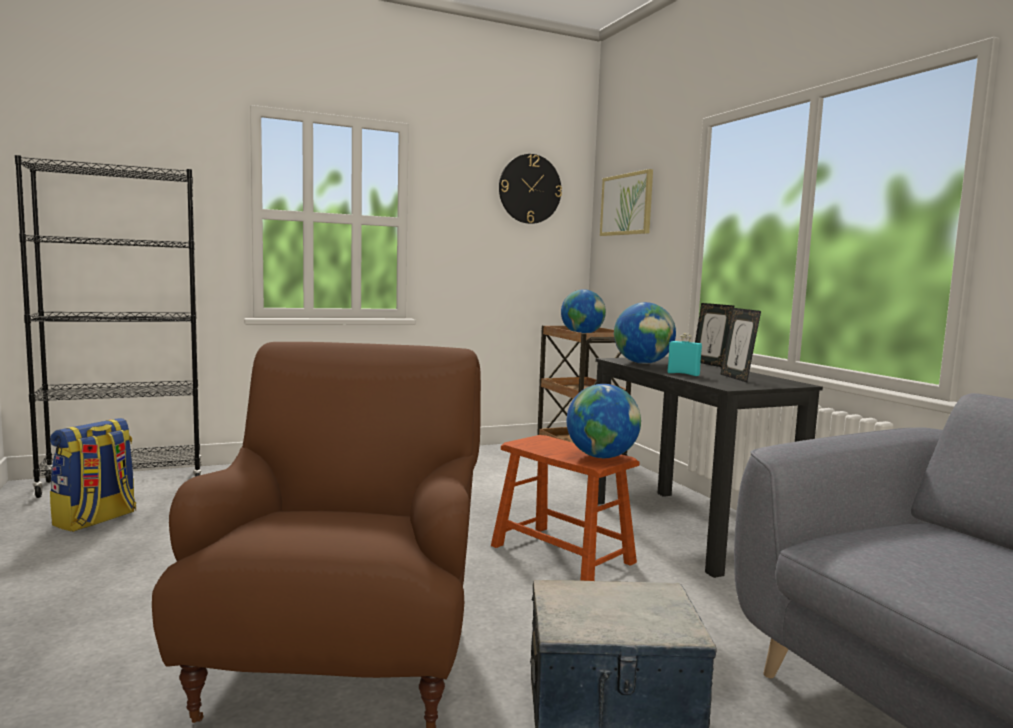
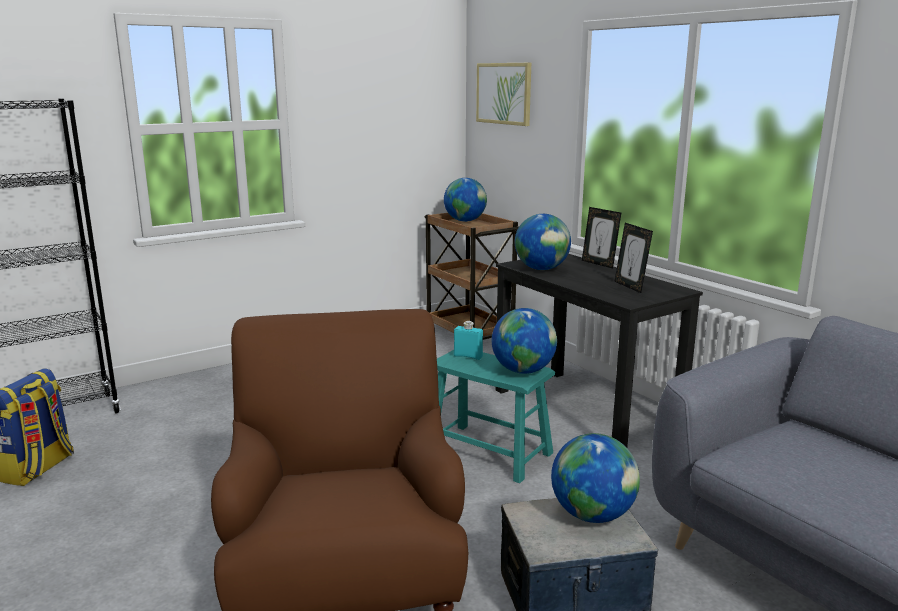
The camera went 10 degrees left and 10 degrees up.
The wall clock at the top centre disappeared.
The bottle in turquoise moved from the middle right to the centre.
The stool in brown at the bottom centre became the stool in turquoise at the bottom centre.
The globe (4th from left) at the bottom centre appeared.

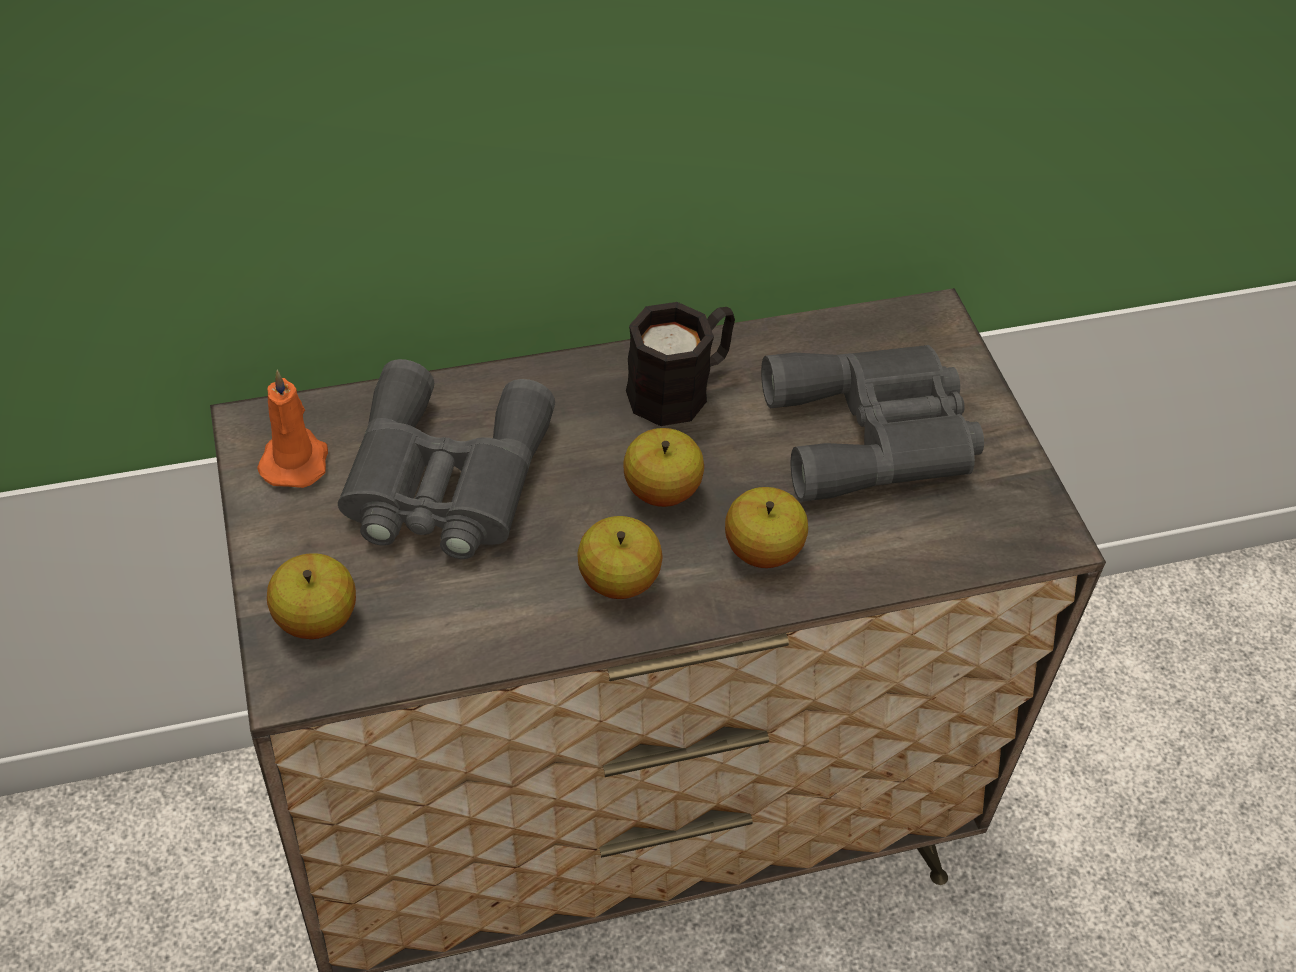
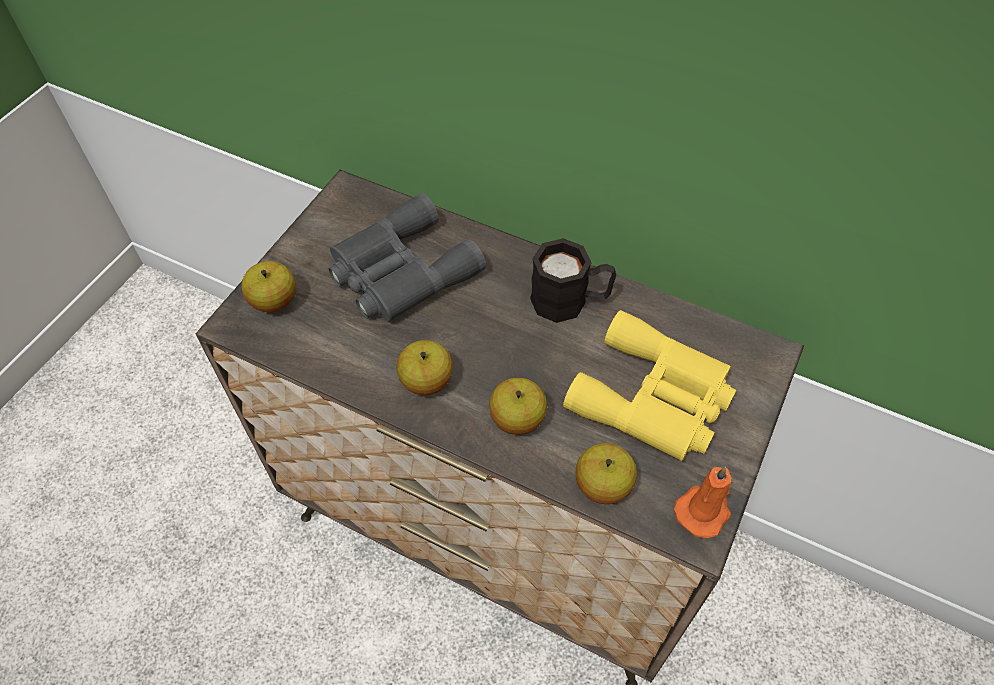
The camera went 45 degrees right and 5 degrees up.
The binoculars in grey (2nd from left) at the middle right became the binoculars in yellow at the centre.
The candle in orange moved from the middle left to the bottom right.
The apple (3rd from left in the first image) moved from the centre to the bottom centre.

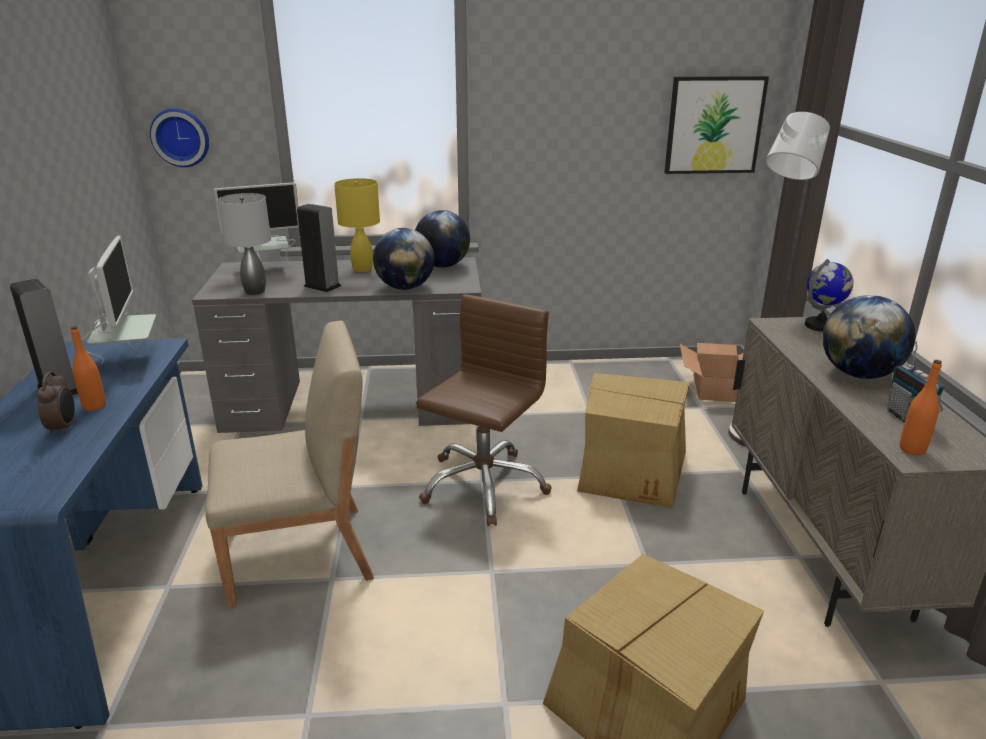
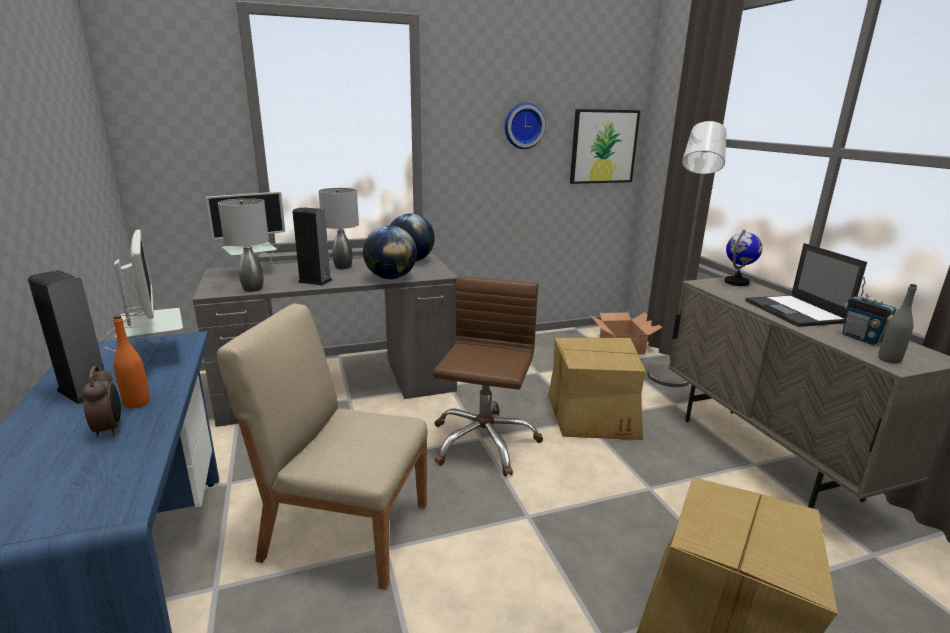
The camera went 15 degrees left and 5 degrees down.
The wall clock moved from the top left to the top centre.
The table lamp in yellow at the top centre became the table lamp in grey (2nd from left) at the centre.
The globe (4th from left) at the middle right was replaced by the laptop at the middle right.
The chair in beige at the middle left turned 135 degrees counterclockwise.
The bottle in orange (2nd from left) at the middle right became the bottle in grey at the middle right.

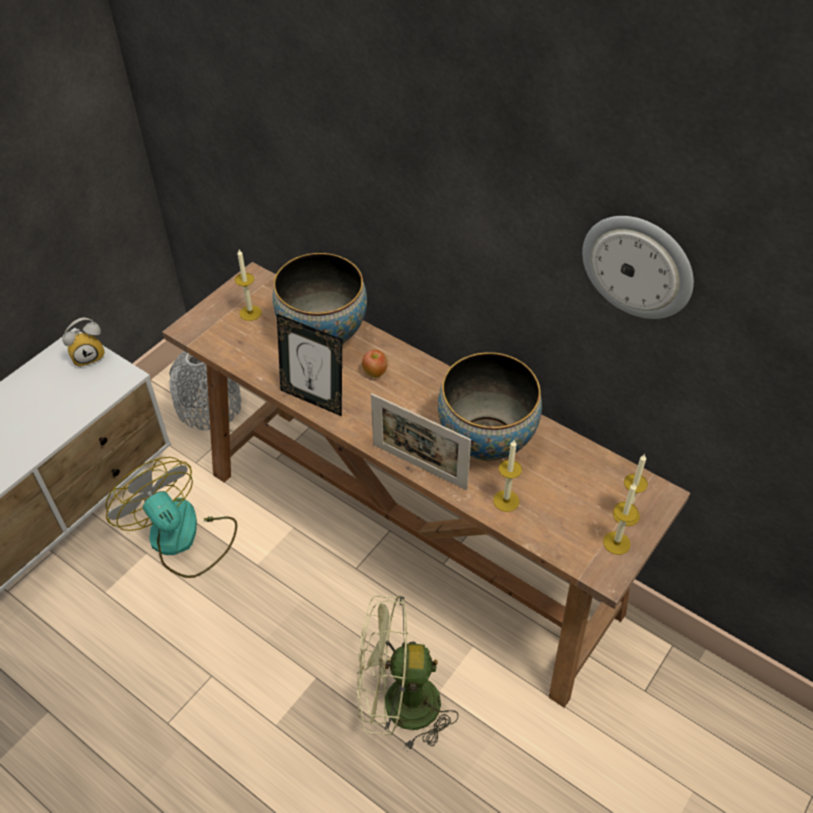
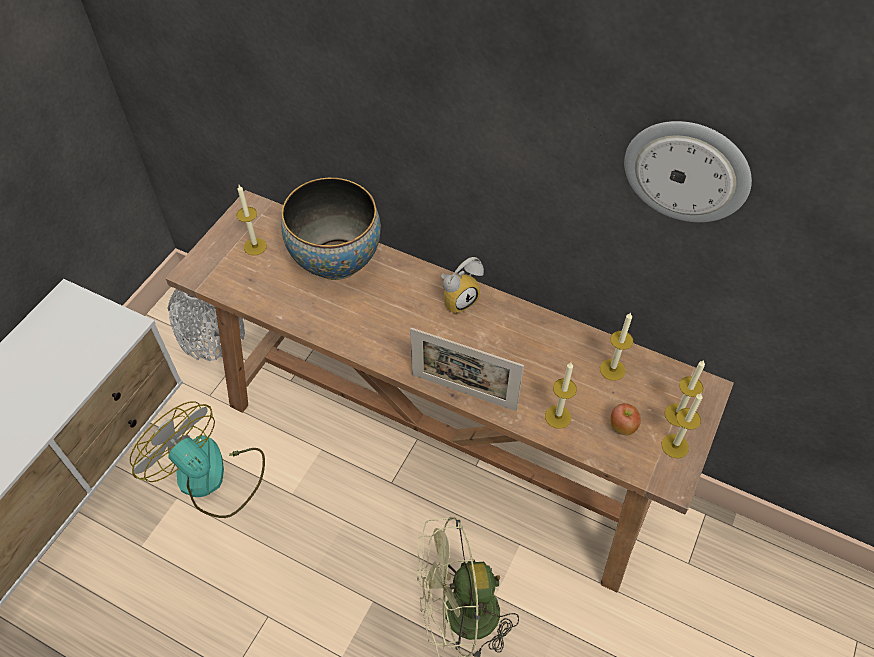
The camera went 10 degrees left and 5 degrees up.
The picture frame (1st from left) at the centre disappeared.
The alarm clock moved from the middle left to the centre.
The apple moved from the centre to the middle right.
The bowl (2nd from left) at the centre disappeared.
The candle (3rd from left) at the middle right appeared.

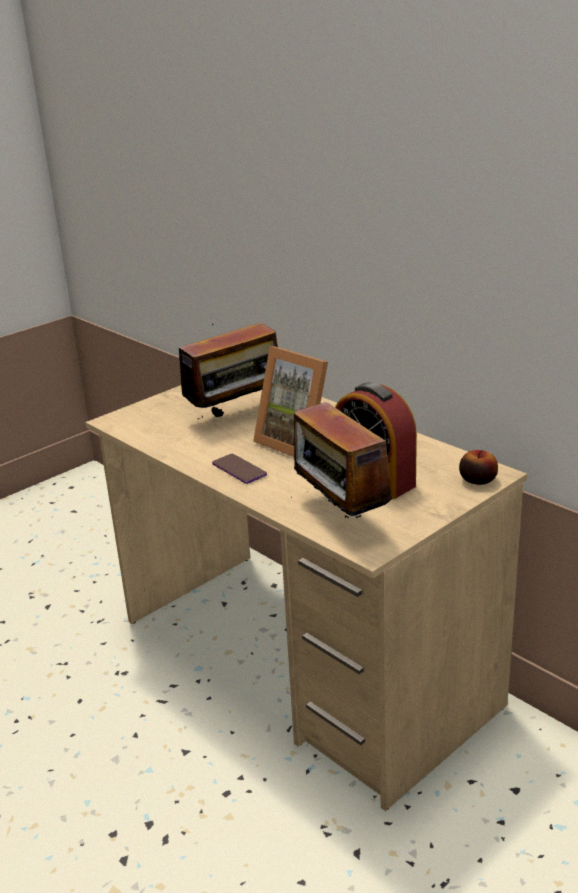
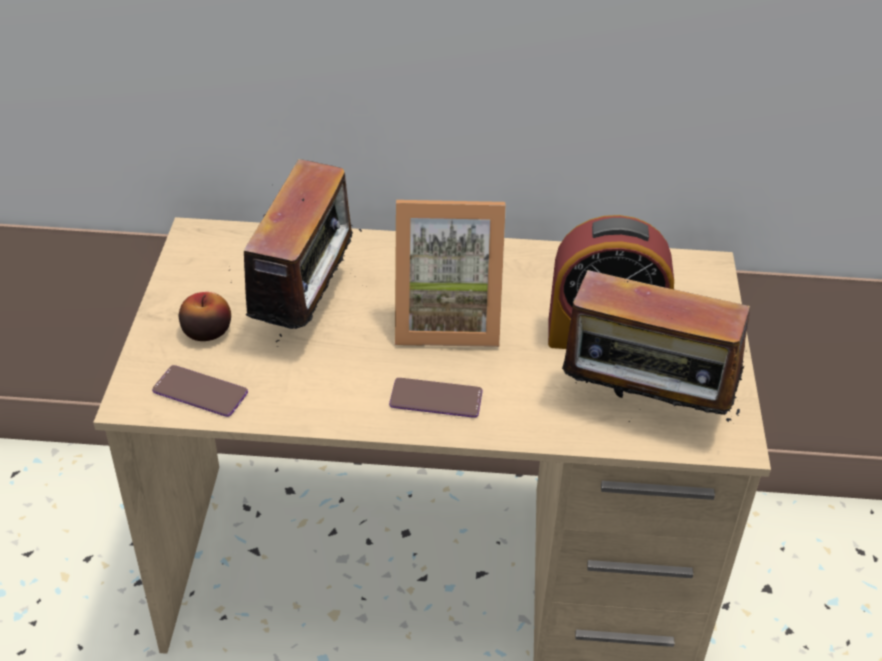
The camera went 45 degrees left and 15 degrees up.
The apple moved from the middle right to the middle left.
The phone (1st from left) at the middle left appeared.

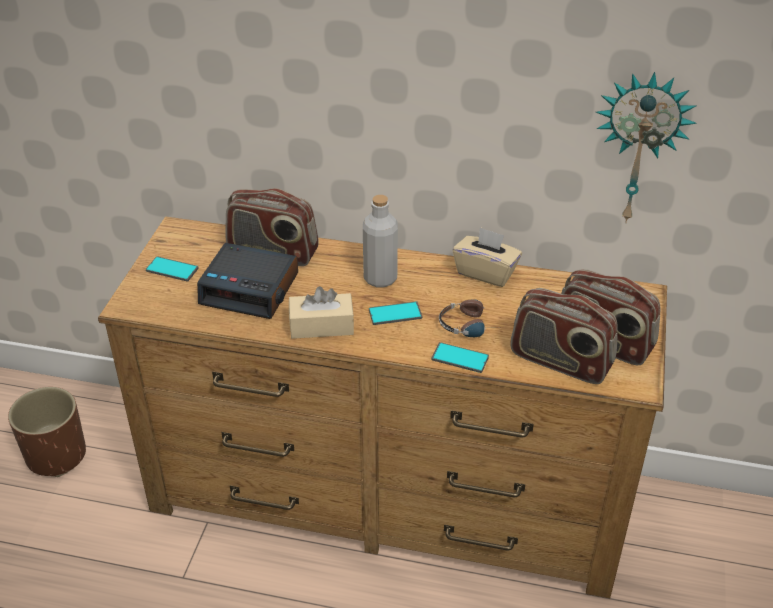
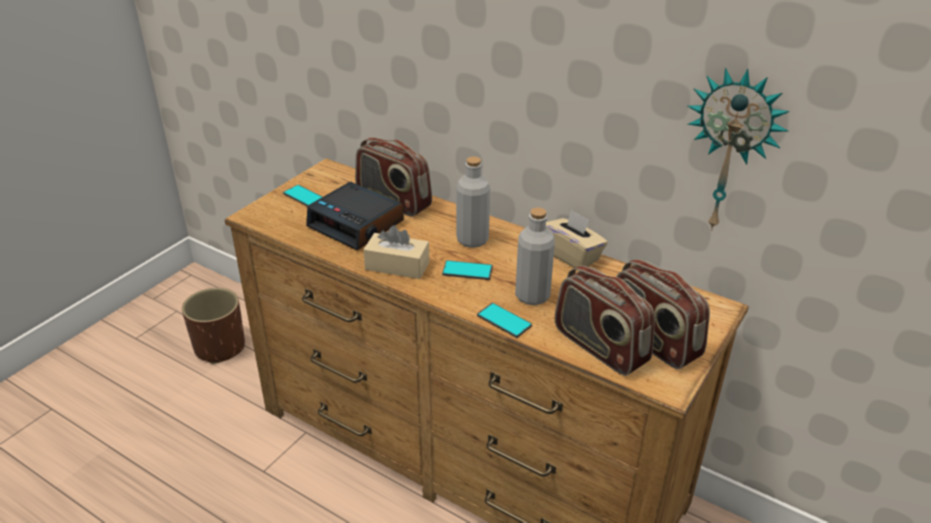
The camera went 20 degrees right and 5 degrees down.
The headphones at the centre was replaced by the bottle in grey (2nd from left) at the centre.

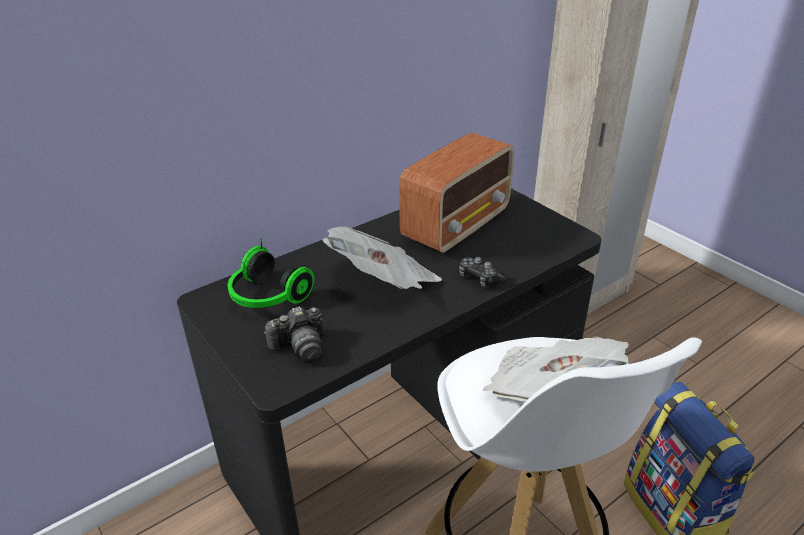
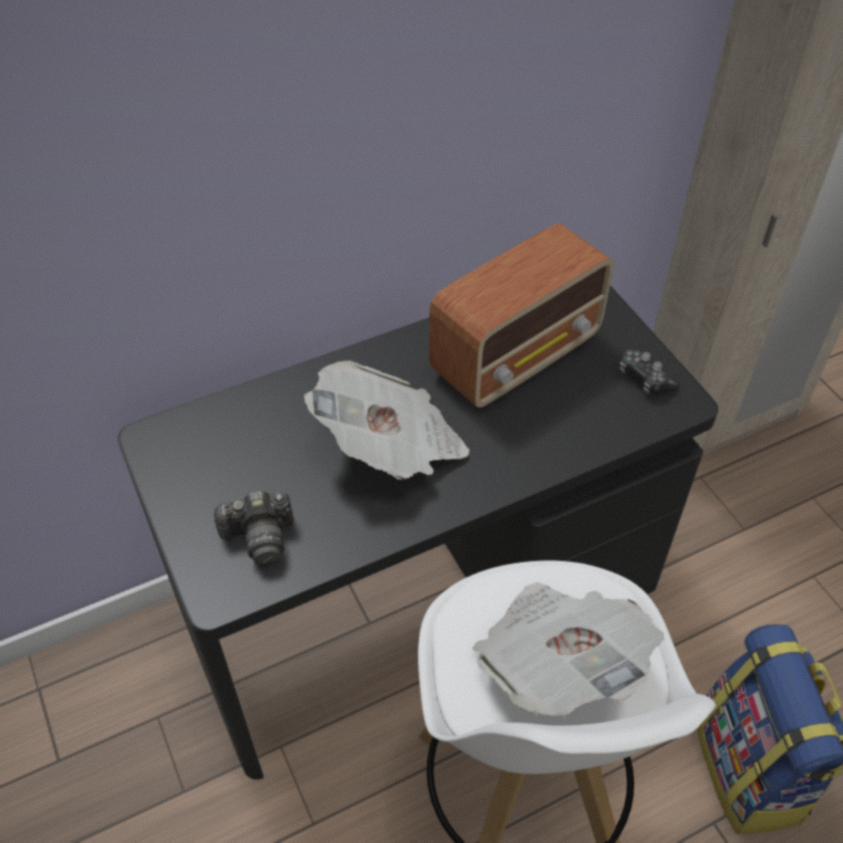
The camera went 10 degrees right and 15 degrees up.
The headphones at the centre disappeared.
The game controller moved from the centre to the middle right.

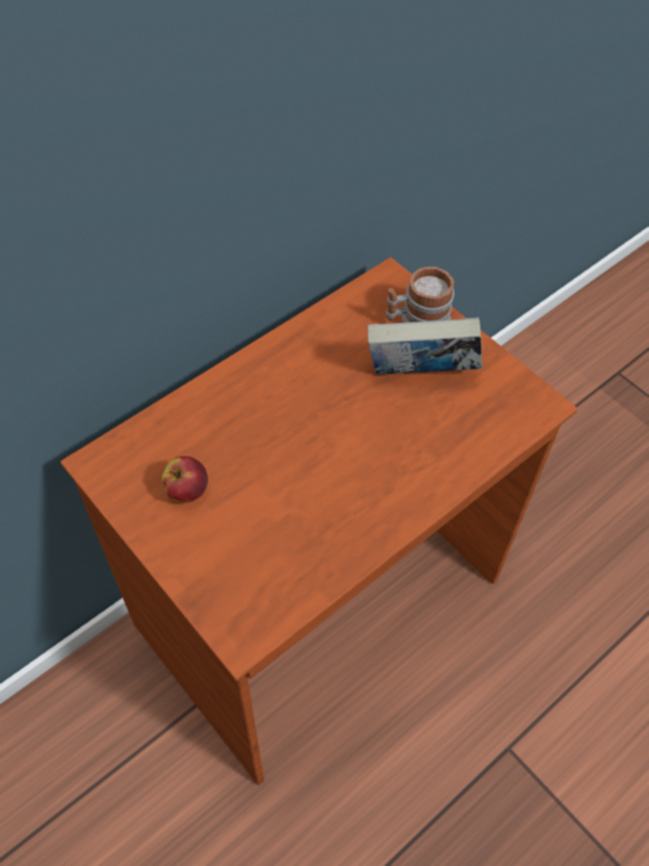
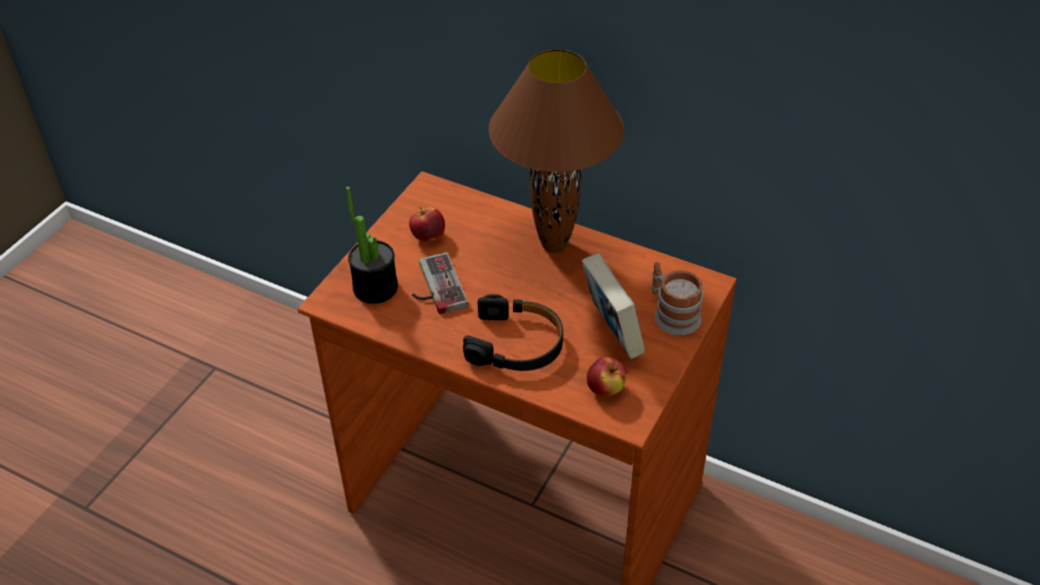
The camera went 70 degrees right and 10 degrees down.
The table lamp in brown at the top centre appeared.
The potted plant at the centre appeared.
The game controller at the centre appeared.
The headphones in black at the centre appeared.
The apple (2nd from left) at the centre appeared.

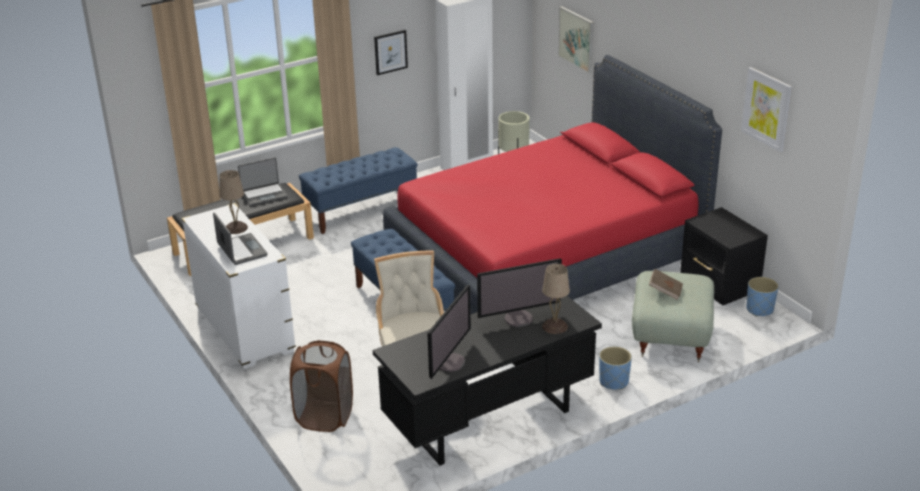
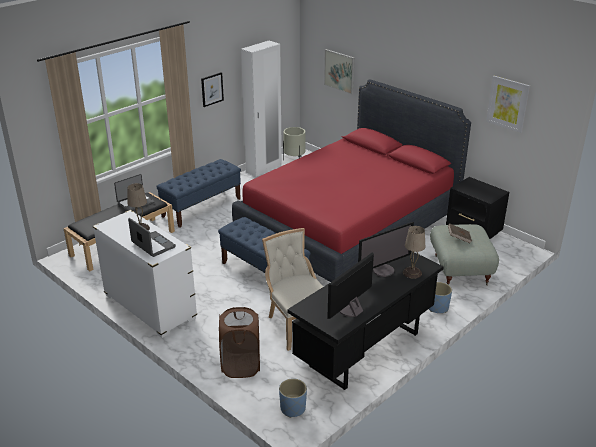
The camera went 15 degrees left and 0 degrees up.
The planter in blue (2nd from left in the first image) moved from the middle right to the bottom centre.
The monitor (1st from left) at the bottom centre turned 150 degrees counterclockwise.

